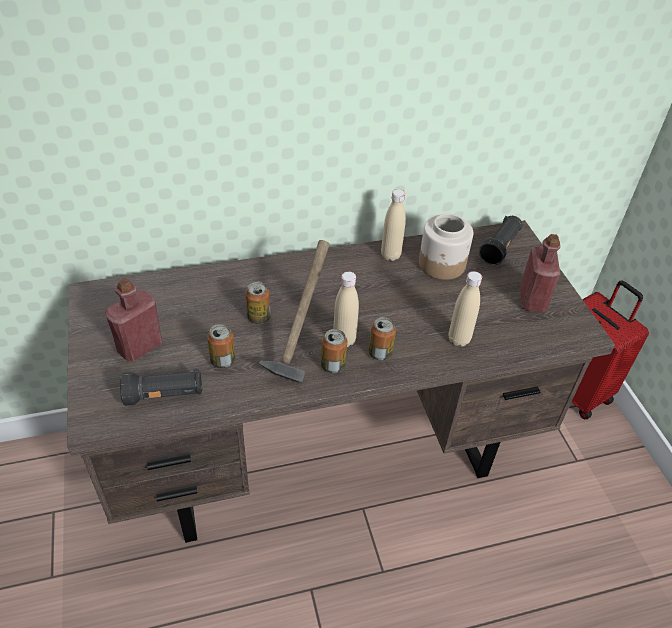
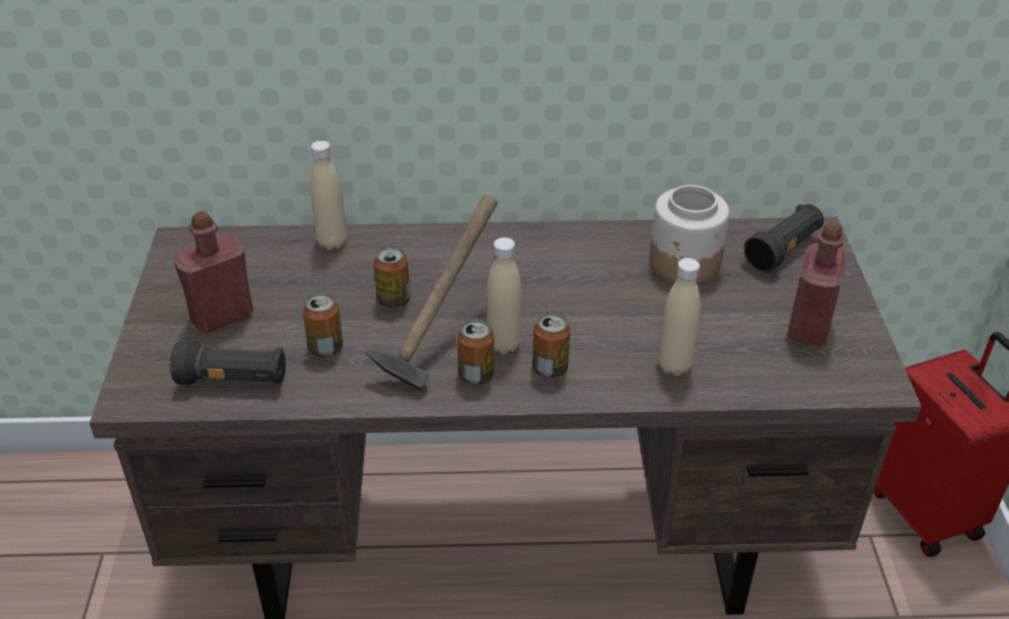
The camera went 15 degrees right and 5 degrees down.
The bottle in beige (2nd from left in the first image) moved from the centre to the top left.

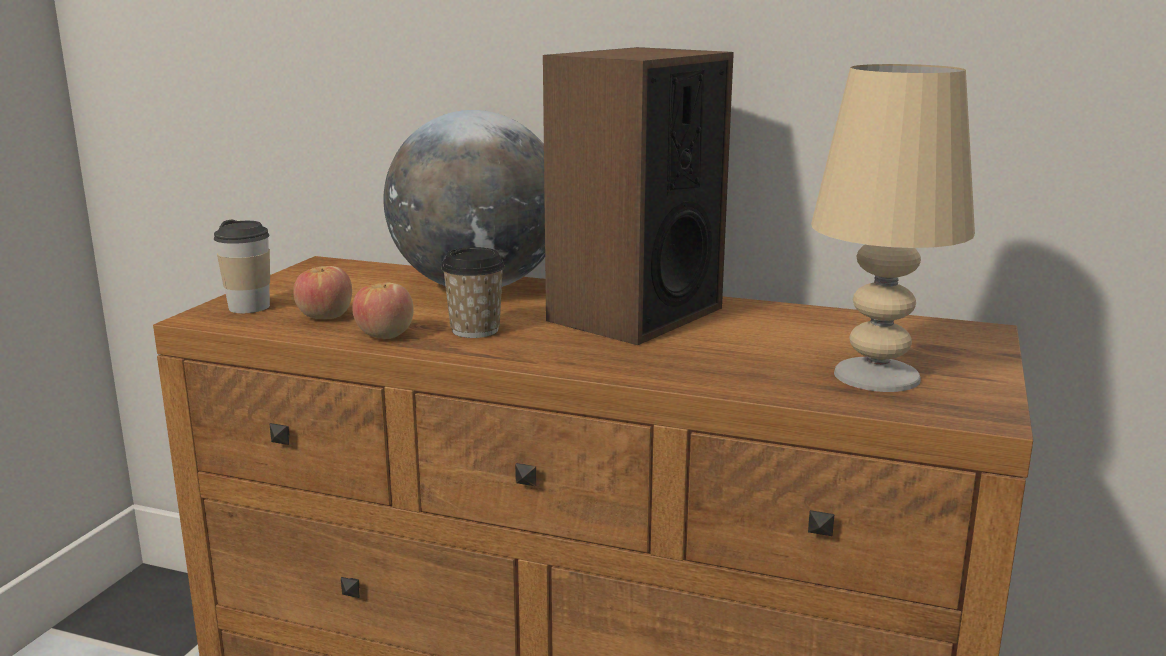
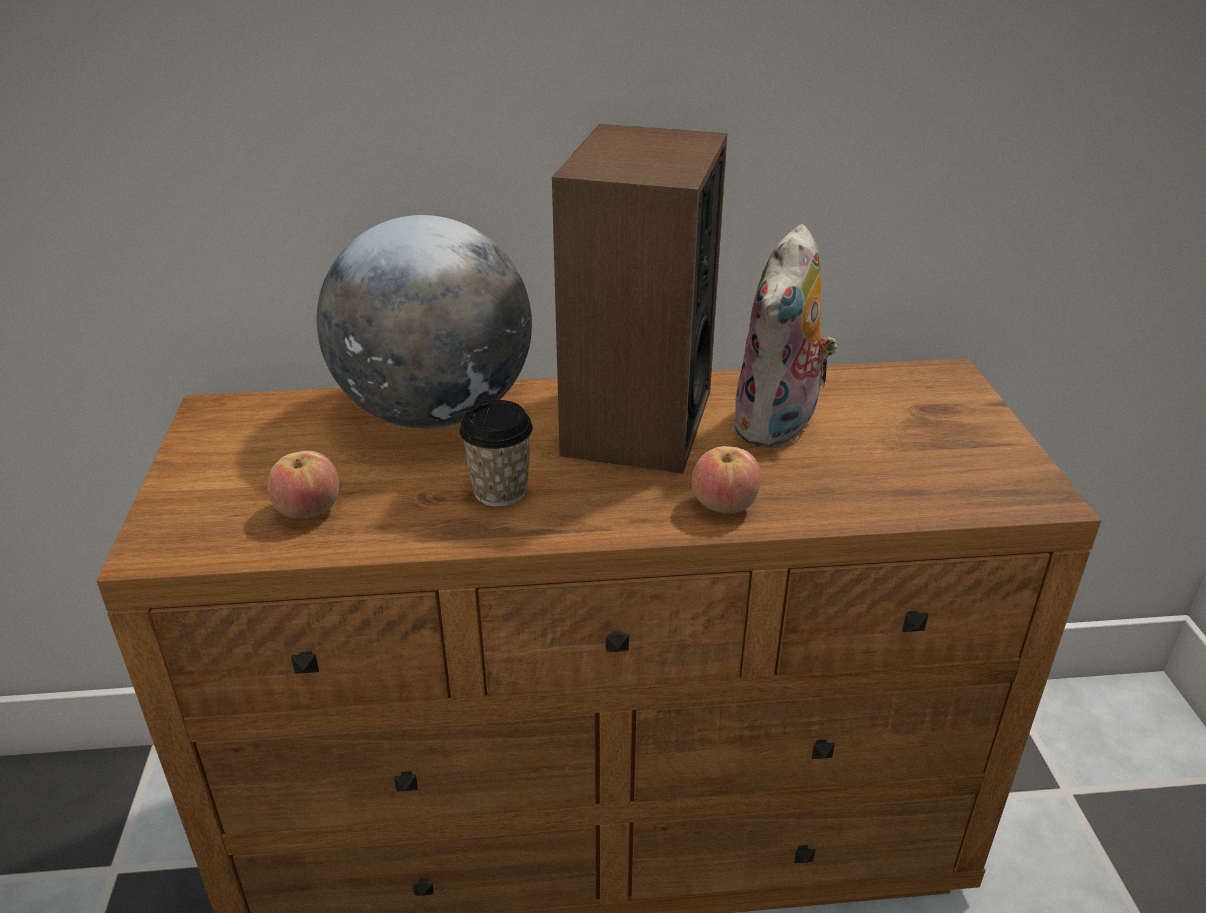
The camera went 25 degrees left and 15 degrees up.
The table lamp in beige at the middle right disappeared.
The cup (1st from left) at the middle left disappeared.
The apple (2nd from left) moved from the middle left to the centre.
The plush toy at the centre appeared.

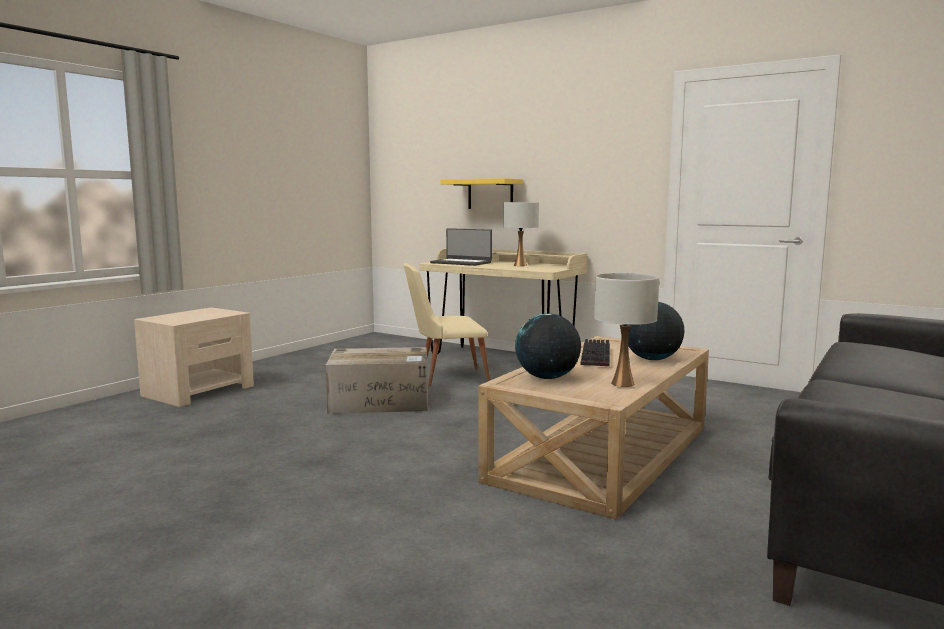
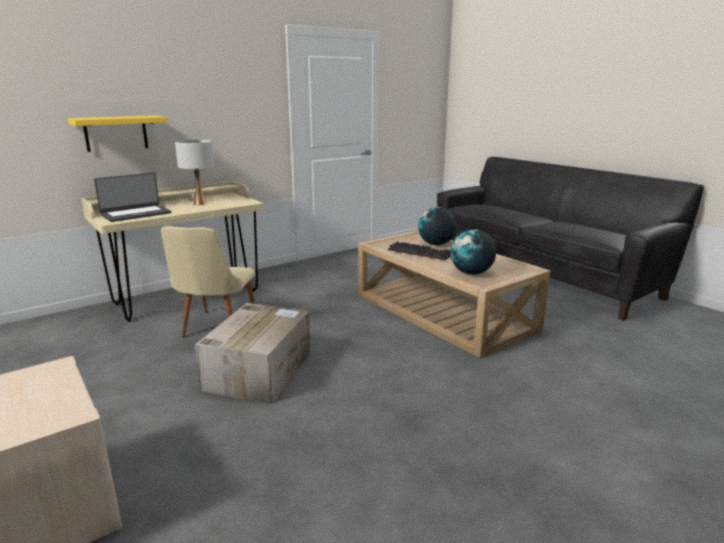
The camera went 70 degrees left and 10 degrees up.
The table lamp in white (2nd from left) at the centre disappeared.

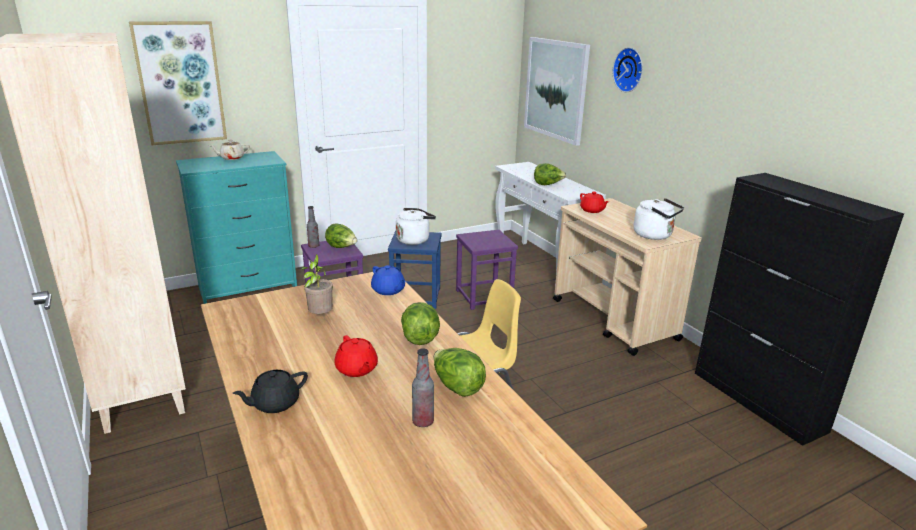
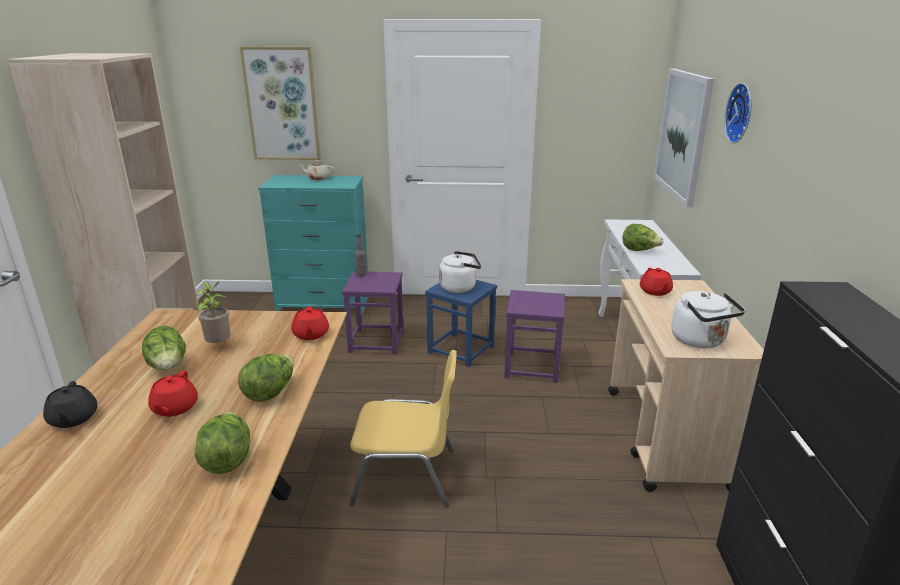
The camera went 30 degrees right and 0 degrees up.
The lettuce (1st from left) moved from the centre to the middle left.
The teapot in blue at the centre became the teapot in red (2nd from left) at the centre.
The bottle (2nd from left) at the bottom centre disappeared.
The teapot in black at the bottom left turned 105 degrees counterclockwise.

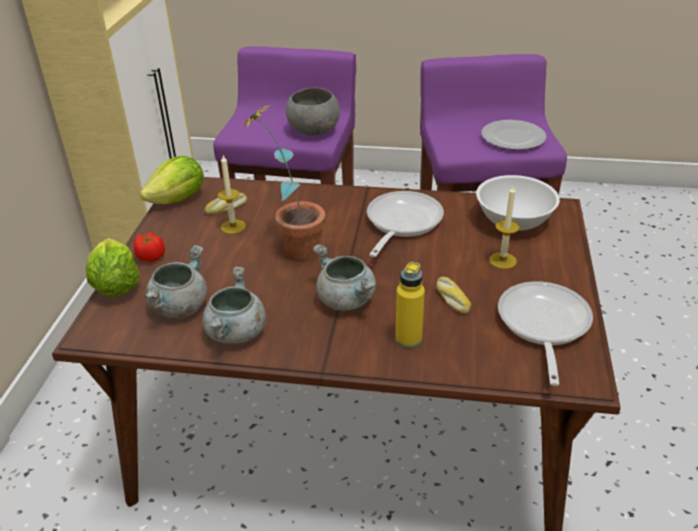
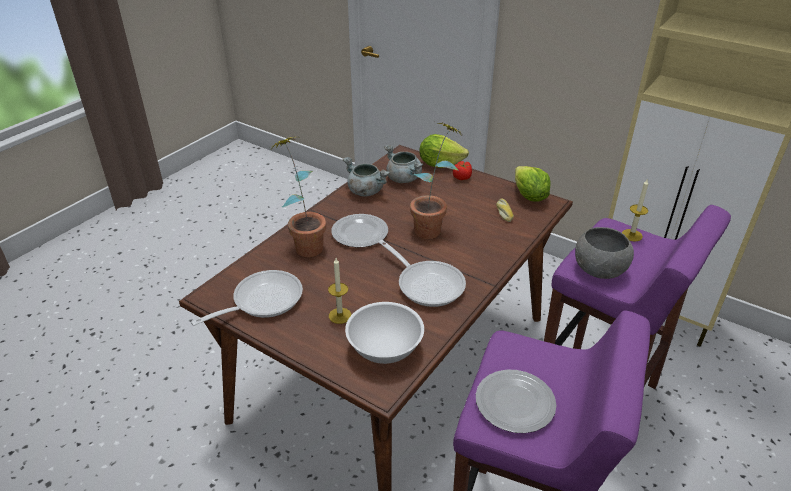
The camera went 115 degrees right and 0 degrees up.
The candle (1st from left in the first image) moved from the middle left to the middle right.
The cooking pot in grey (3rd from left) at the centre was replaced by the plate (1st from left) at the centre.
The bottle in yellow at the centre was replaced by the potted plant (1st from left) at the centre.
The bread (2nd from left) at the centre disappeared.
The frying pan (2nd from left in the first image) at the middle right turned 75 degrees counterclockwise.

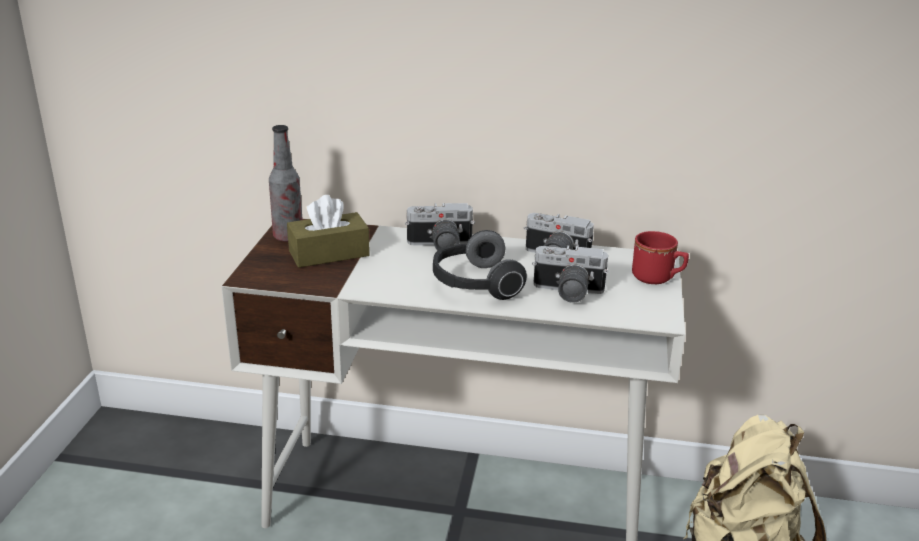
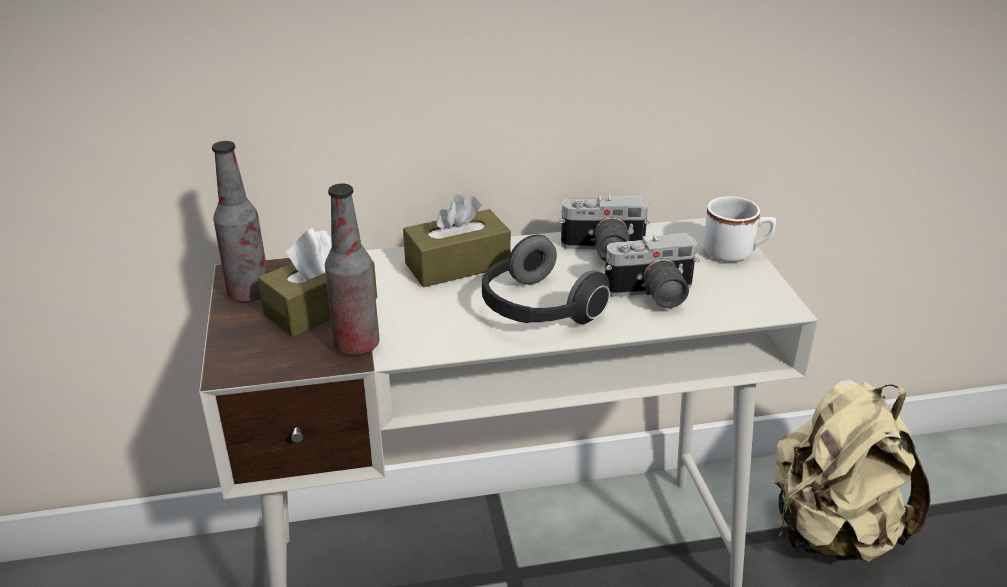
The camera went 20 degrees left and 5 degrees up.
The photo camera (1st from left) at the centre was replaced by the tissue box in brown (2nd from left) at the centre.
The mug in red at the middle right became the mug in white at the middle right.
The bottle (2nd from left) at the centre appeared.

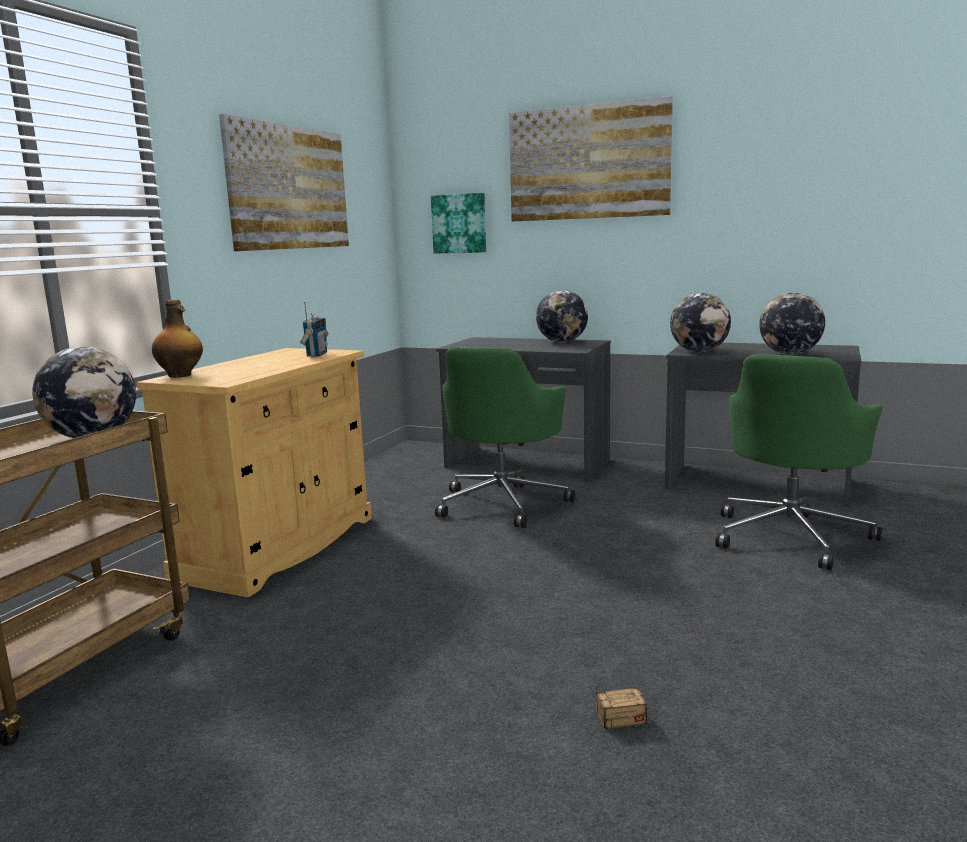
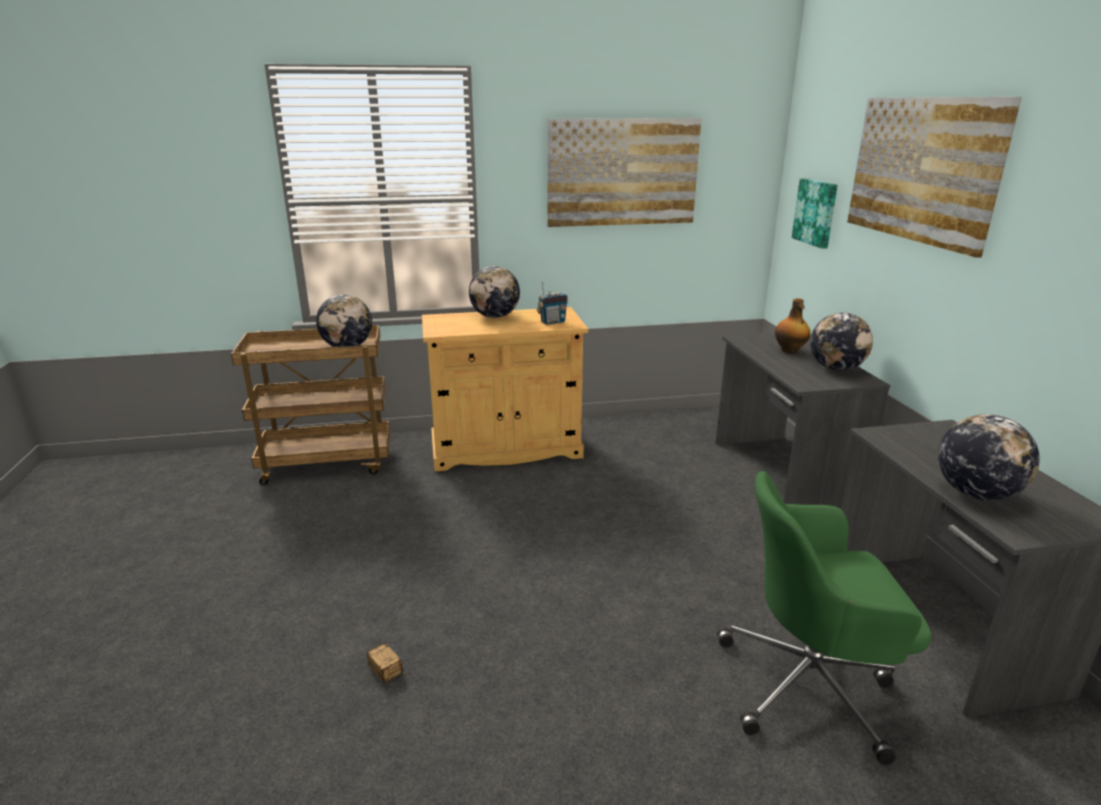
The camera went 55 degrees right and 10 degrees up.
The globe (3rd from left in the first image) moved from the middle right to the centre.
The bottle moved from the middle left to the middle right.
The office chair in green (1st from left) at the centre disappeared.

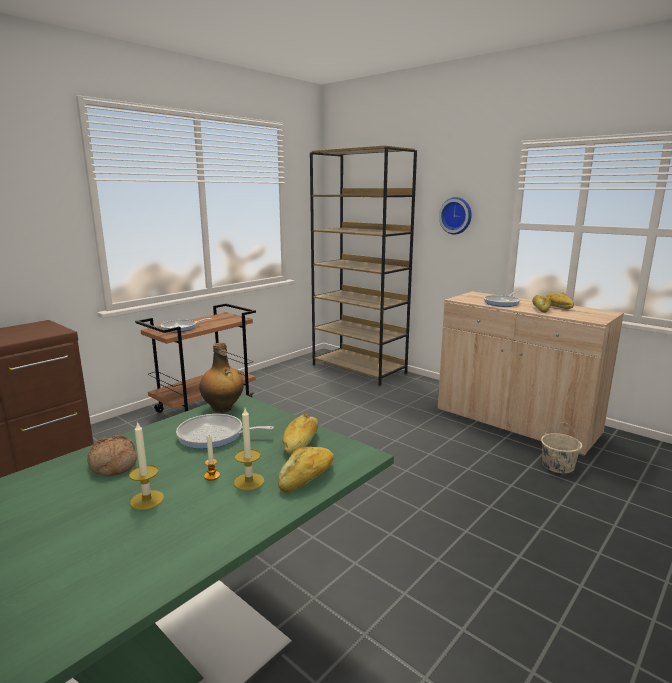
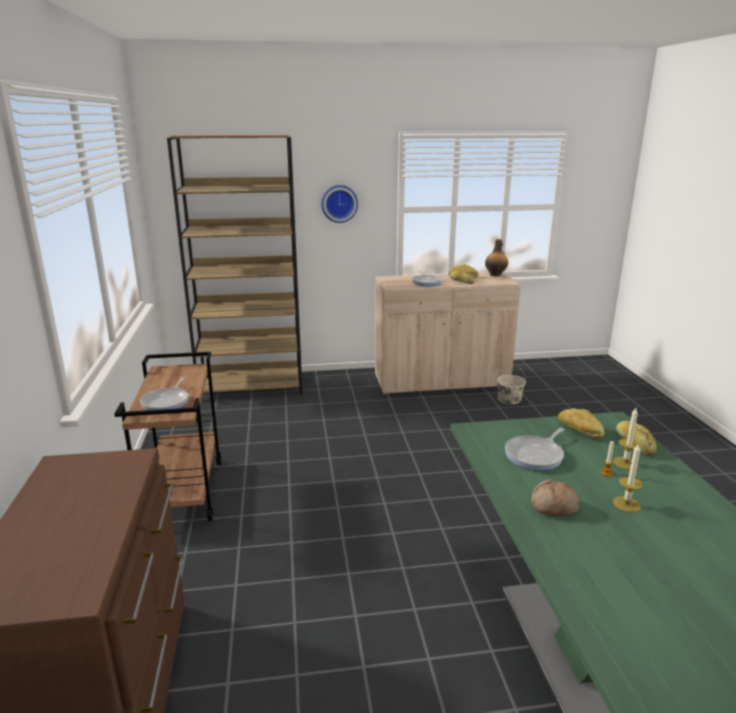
The camera went 50 degrees left and 5 degrees up.
The bottle moved from the middle left to the middle right.

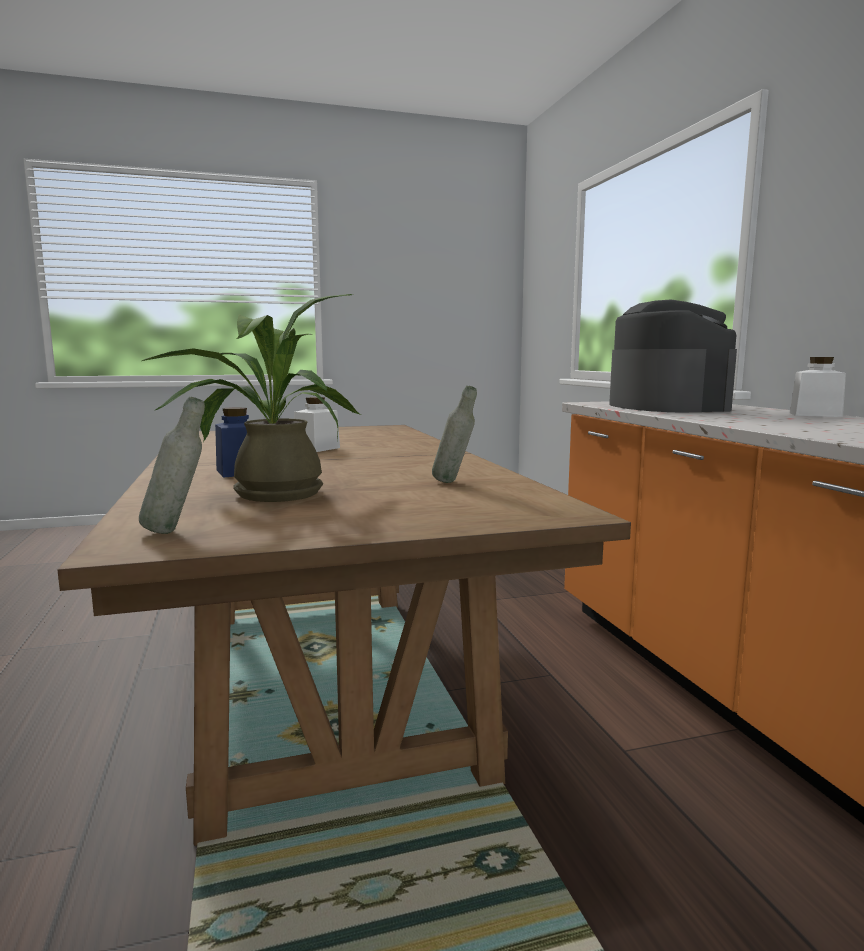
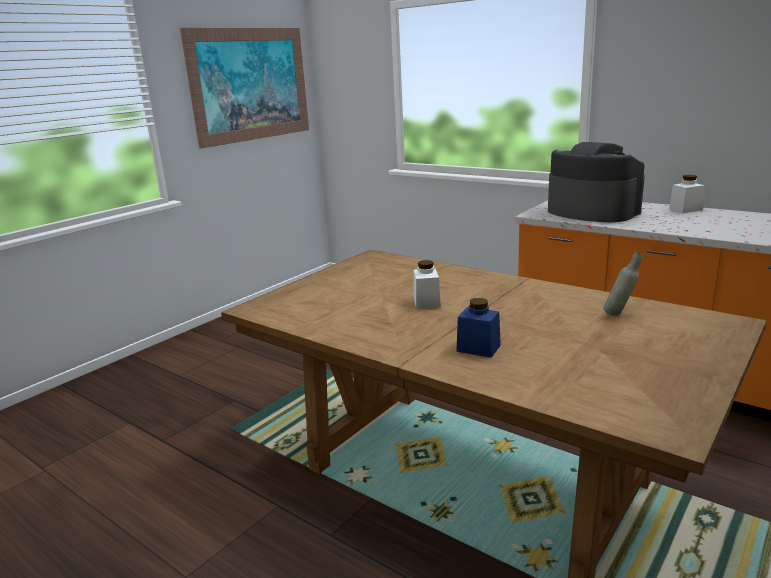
The camera went 35 degrees left and 10 degrees up.
The potted plant at the middle left disappeared.
The bottle in grey (1st from left) at the middle left disappeared.
The picture at the top left appeared.

